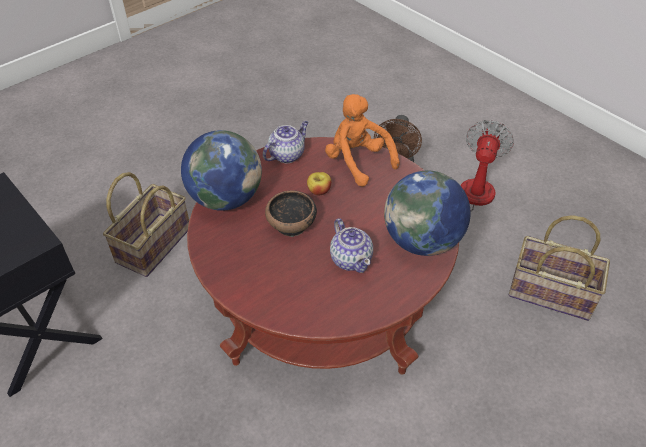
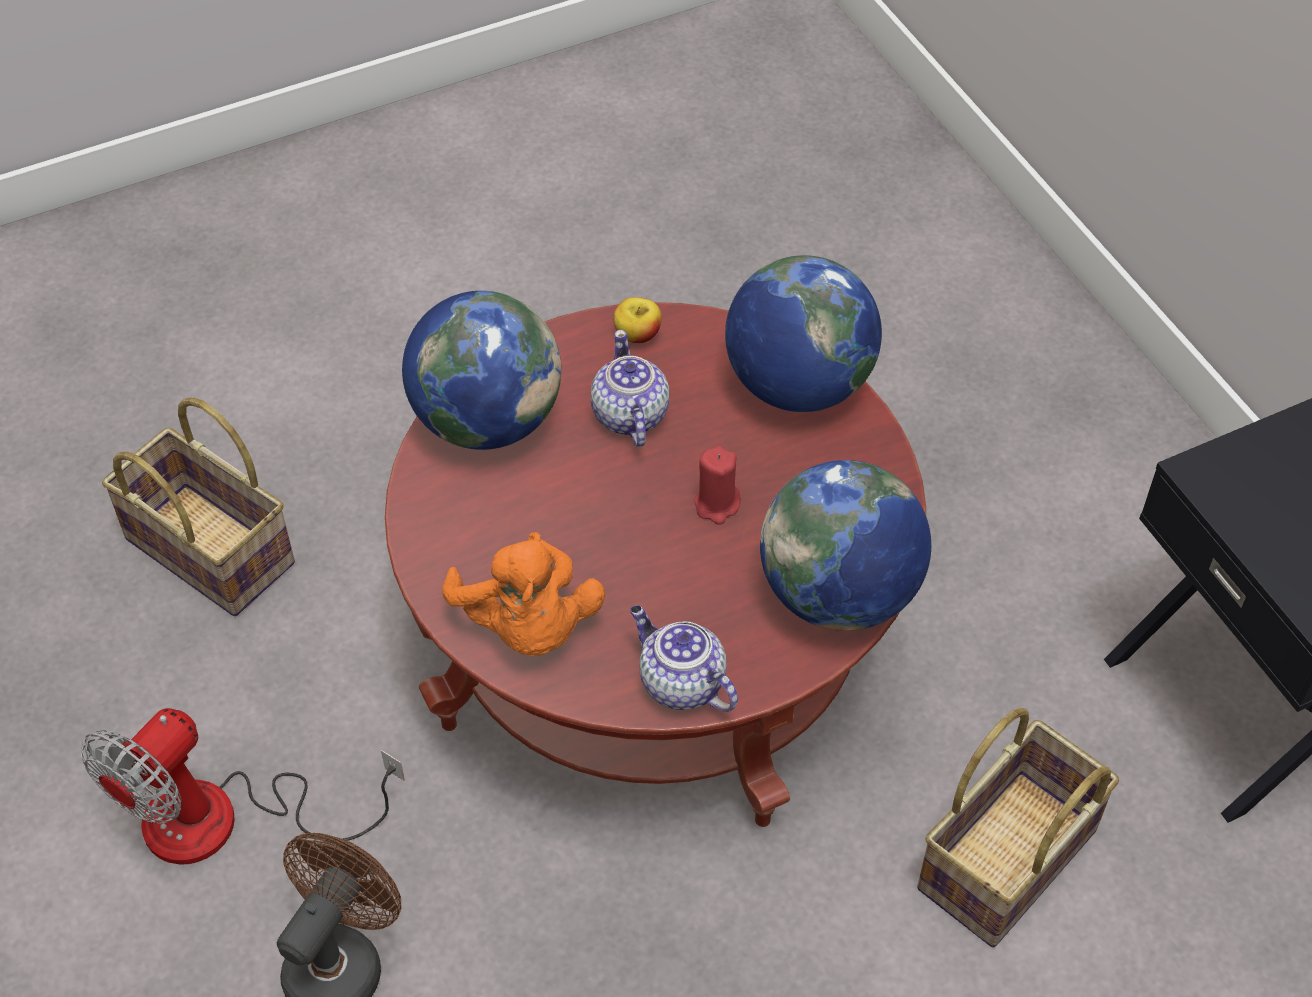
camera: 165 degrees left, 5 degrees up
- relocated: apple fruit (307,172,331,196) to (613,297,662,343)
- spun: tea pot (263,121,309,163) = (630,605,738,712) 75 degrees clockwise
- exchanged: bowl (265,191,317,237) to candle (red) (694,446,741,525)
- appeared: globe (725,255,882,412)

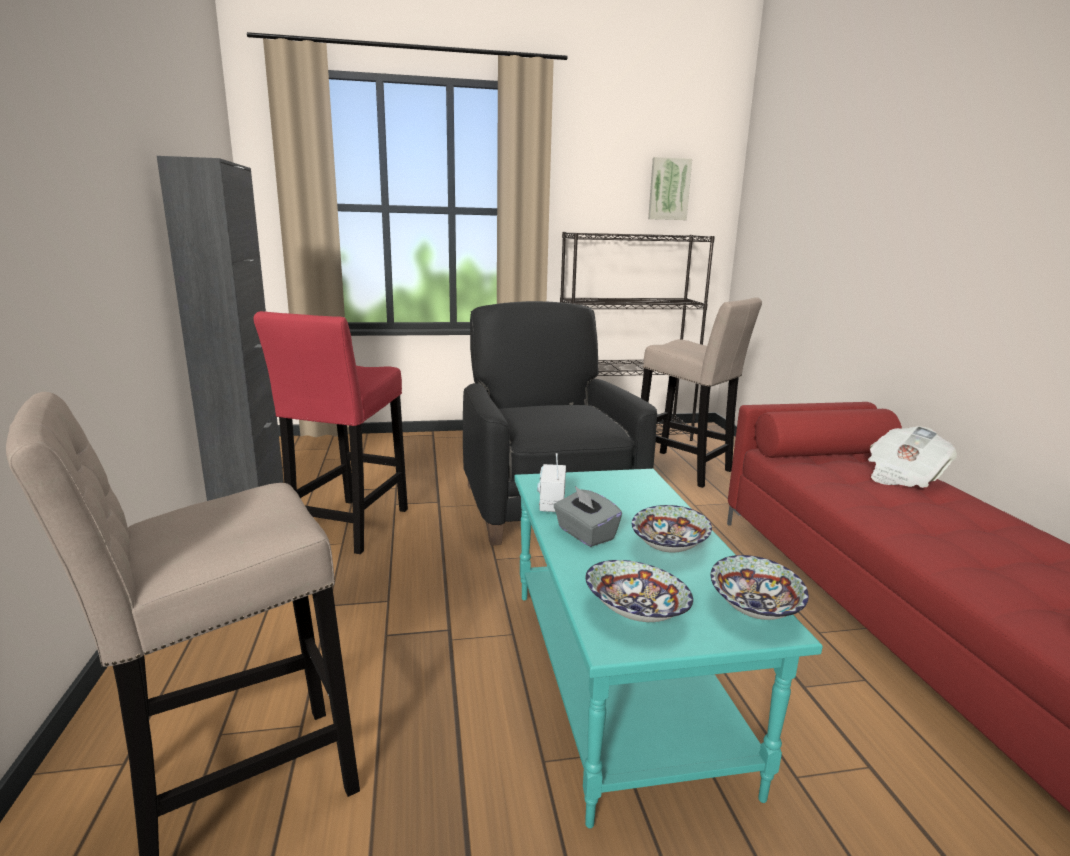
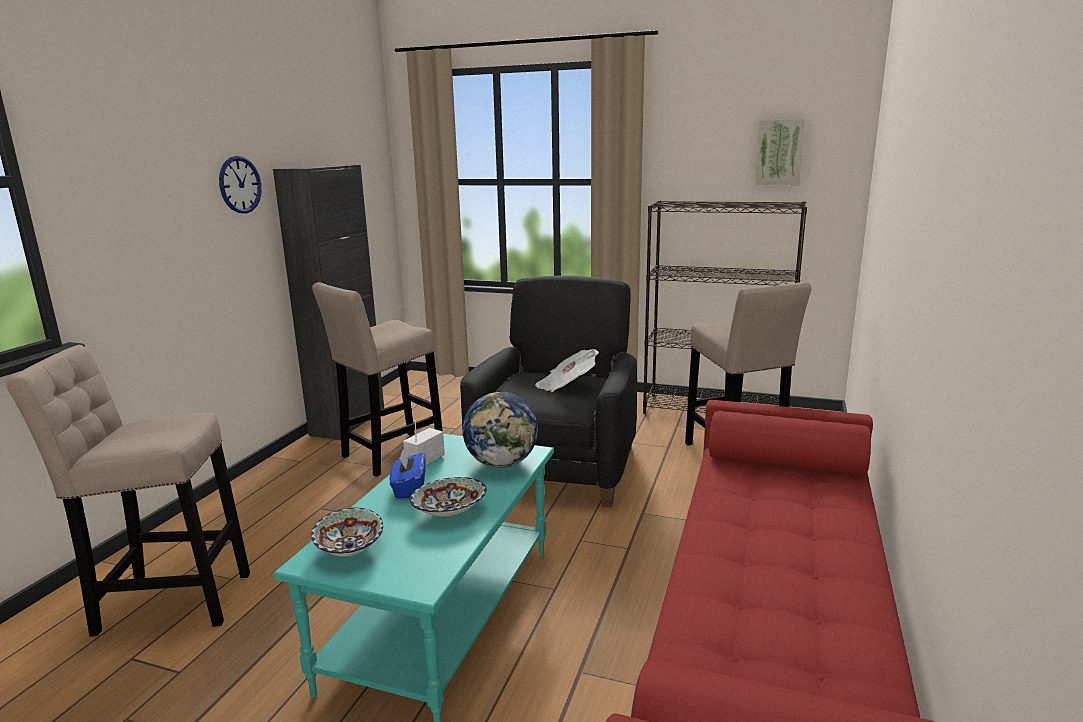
camera: 30 degrees right, 0 degrees up
- appeared: wall clock (219,156,262,214)
- colour: stool seat (red) (253,311,408,554) to stool seat (beige) (312,282,443,477)
- colour: tissue box (greyish) (554,486,622,547) to tissue box (blue) (390,449,426,499)
- appeared: globe (463,392,538,468)
- relocated: newspaper (868,426,957,488) to (535,349,599,392)
- missing: bowl (711,555,809,620)

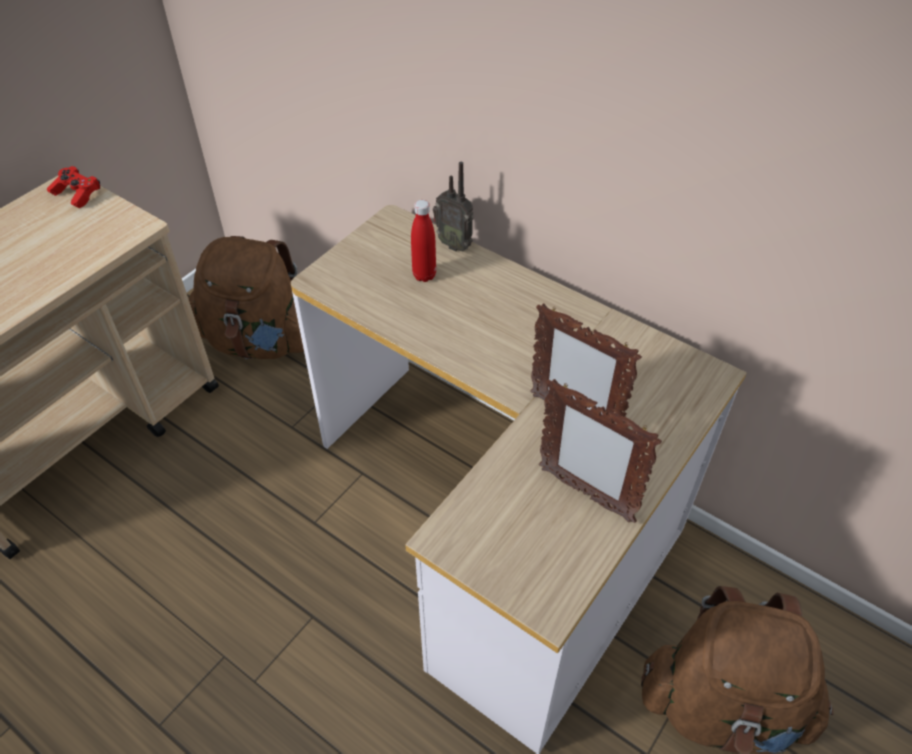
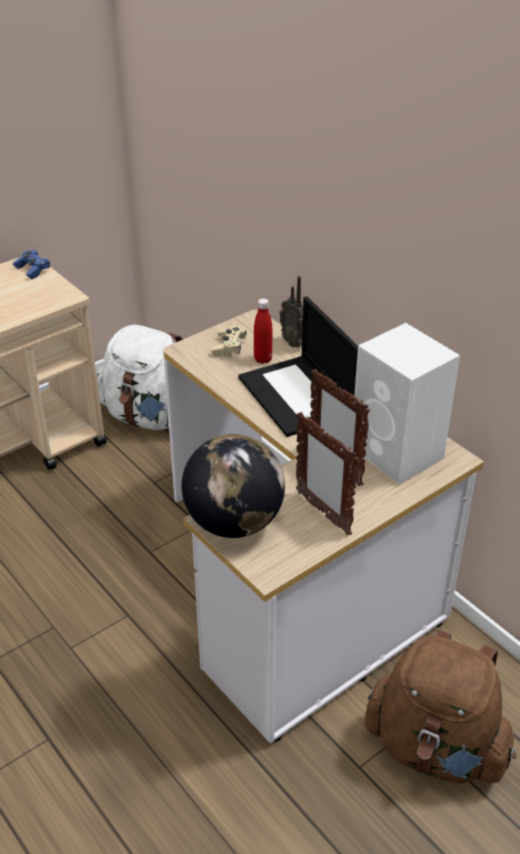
camera: 15 degrees right, 10 degrees down
- colour: game controller (red) (47,166,100,209) to game controller (blue) (13,250,50,279)
- colour: backpack (brown) (189,236,304,359) to backpack (white) (97,325,183,430)
- appeared: globe (182,434,285,538)
- appeared: game controller (beige) (211,326,247,357)
- appeared: portable computer (238,296,358,437)
- appeared: loudspeaker (white) (354,323,460,484)

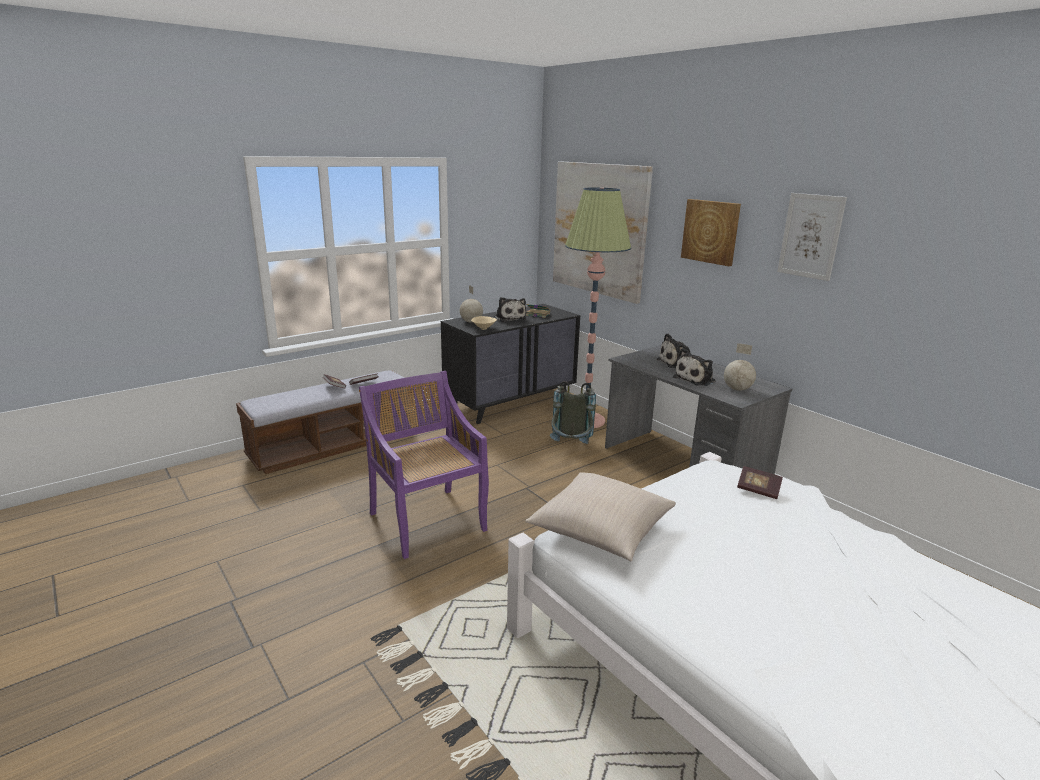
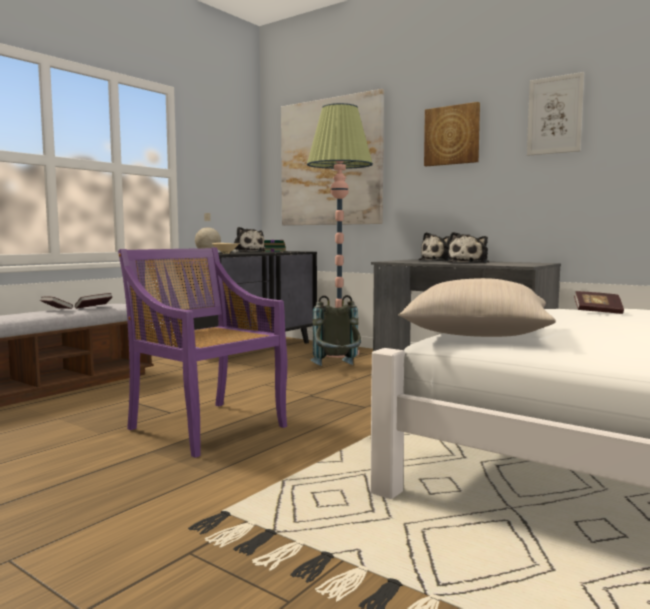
camera: 15 degrees left, 15 degrees down
- missing: globe (724,343,756,391)

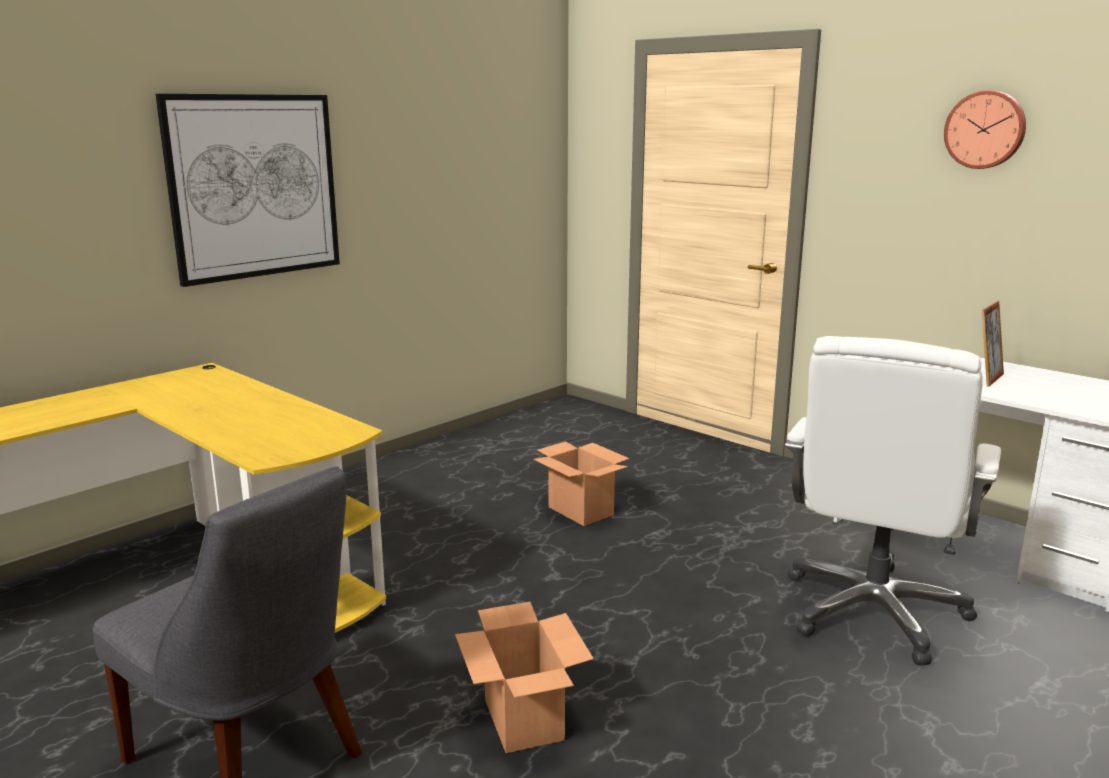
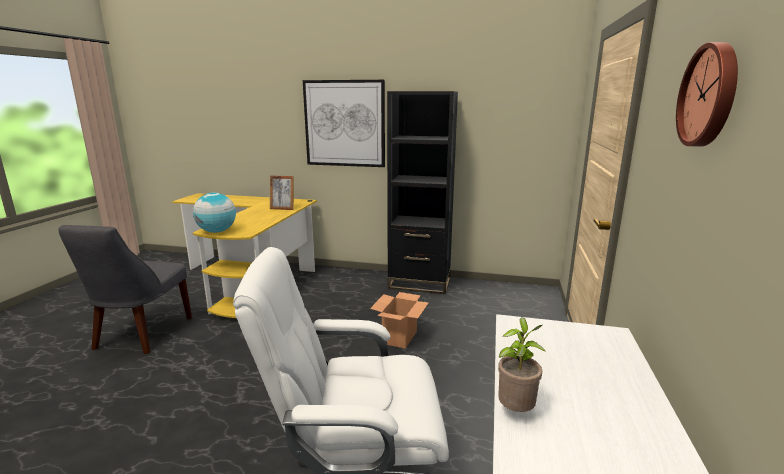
camera: 60 degrees right, 0 degrees up
- appeared: globe (193,193,236,233)
- relocated: standing frame (982,301,1004,387) to (270,175,294,210)
- appeared: bookshelf (blackish) (387,91,458,294)
- appeared: potted plant (498,317,545,412)
- missing: carton (455,602,594,753)

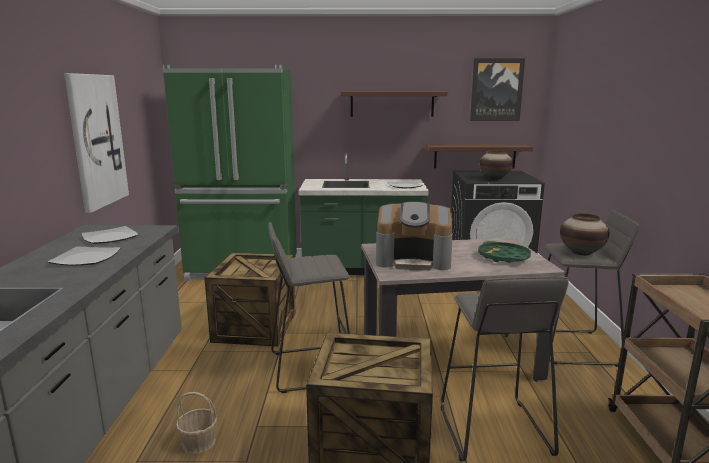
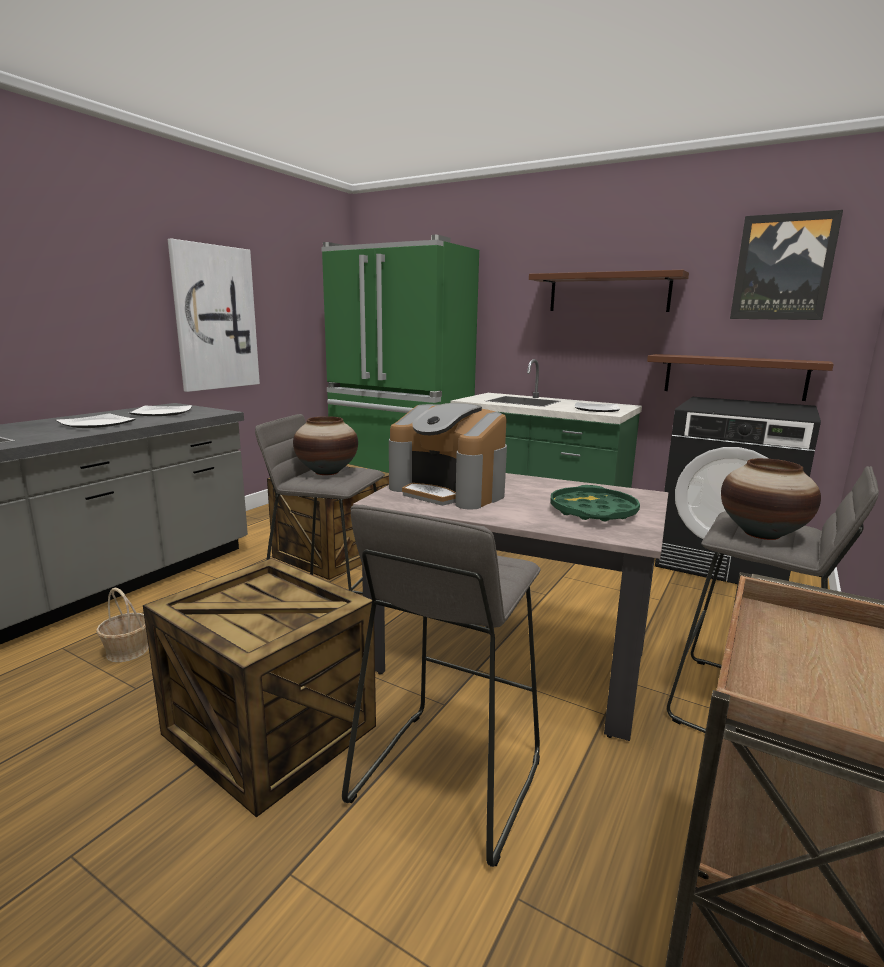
camera: 30 degrees right, 0 degrees up
- relocated: flower vase (480,150,513,180) to (293,416,358,475)

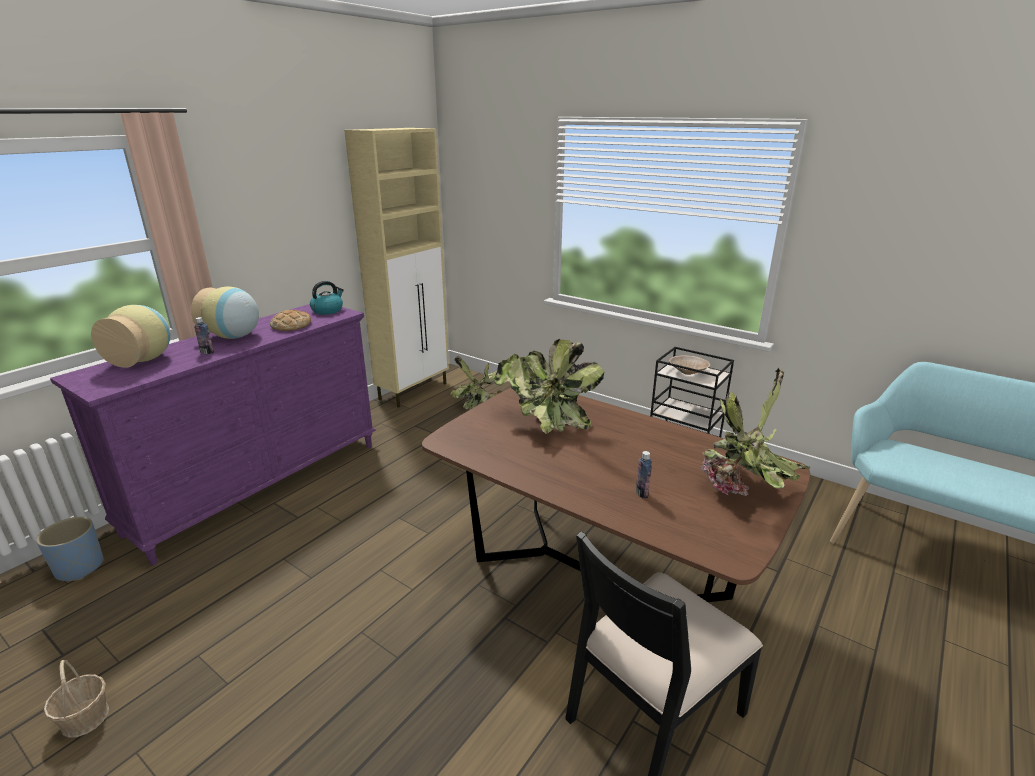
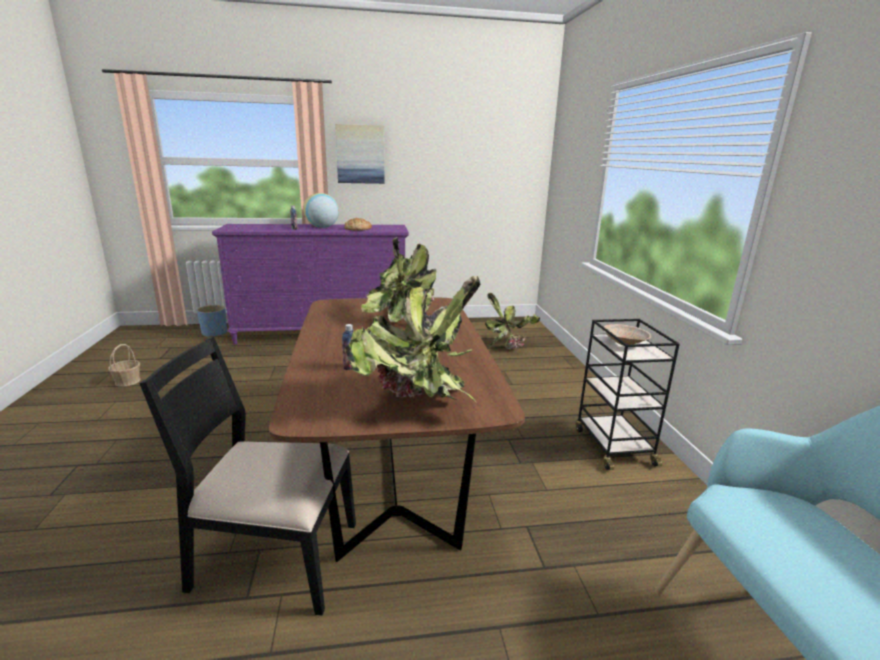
camera: 45 degrees right, 5 degrees down
- appeared: wall picture (335,124,385,184)
- missing: flower vase (91,305,171,368)
- missing: water kettle (310,281,344,315)
- missing: cupboard (beige) (344,128,449,408)

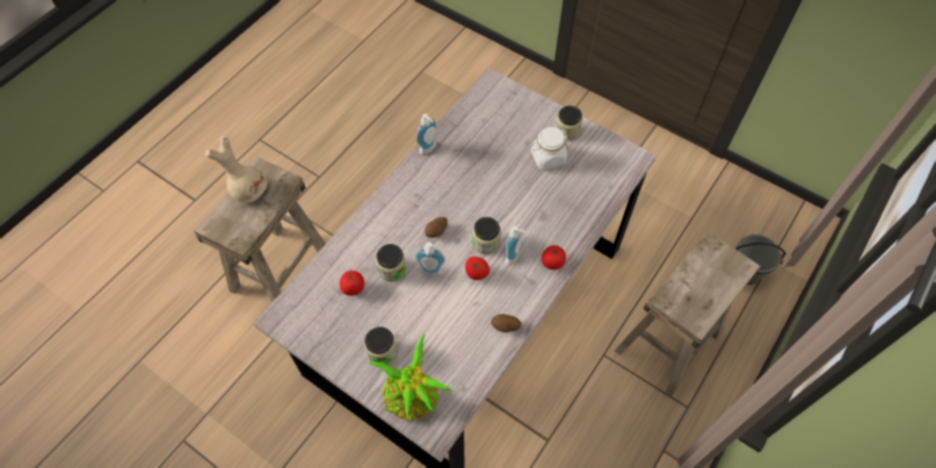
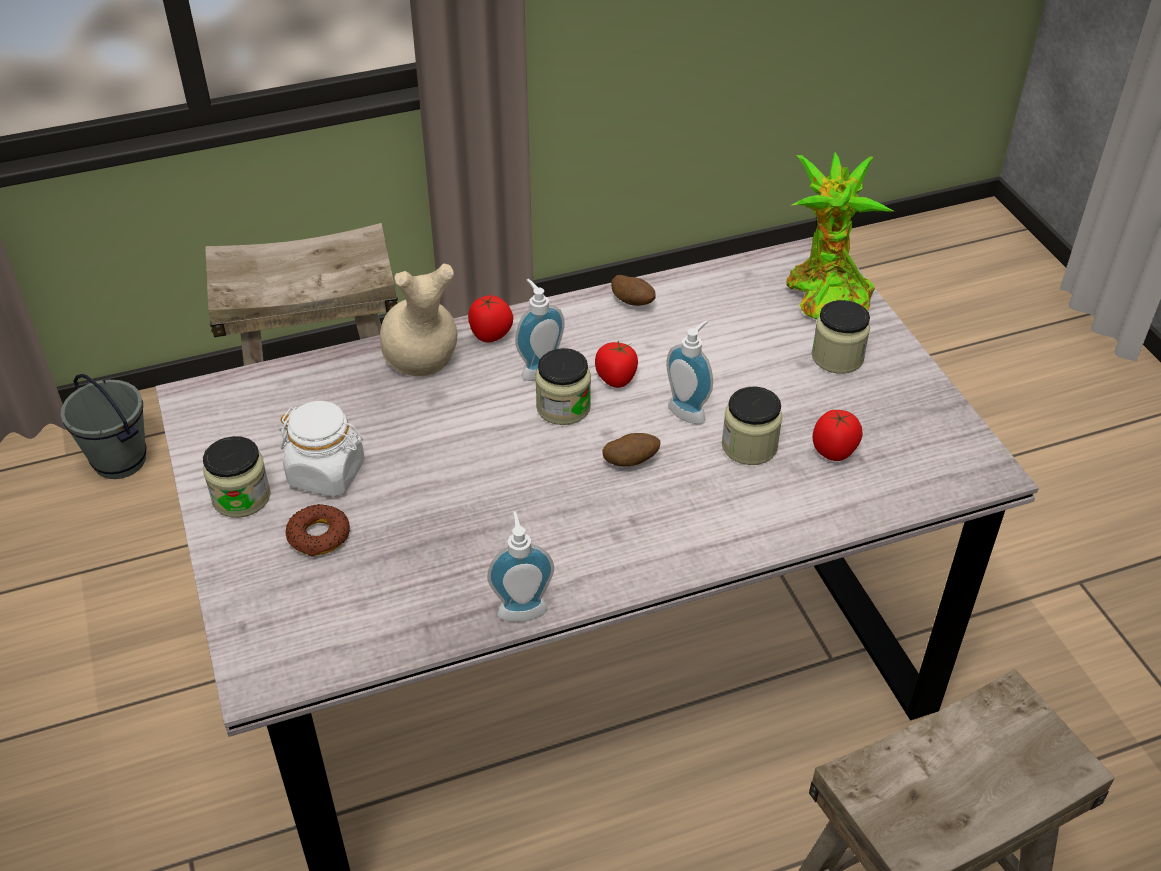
camera: 145 degrees left, 15 degrees down
- appeared: donut (286,504,350,557)
- relocated: flower vase (beige) (205,136,267,204) to (380,263,457,376)

